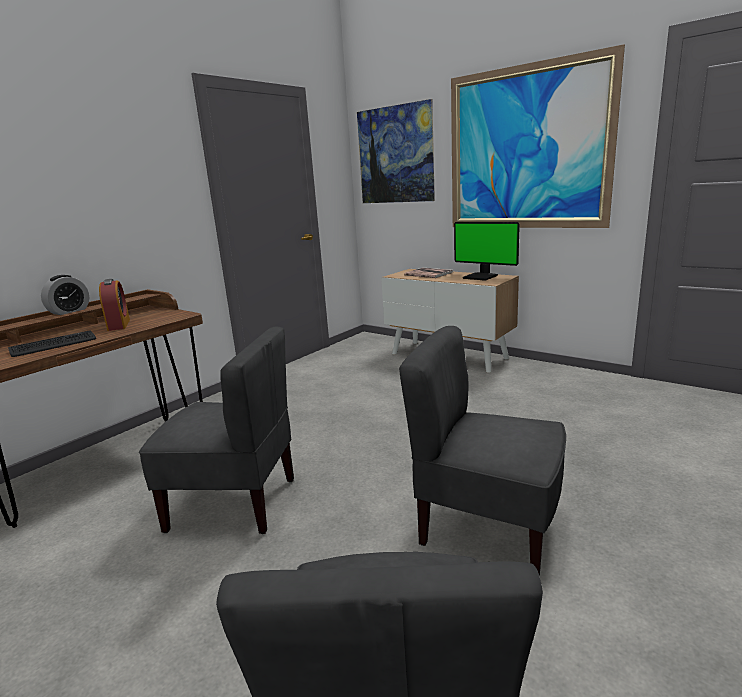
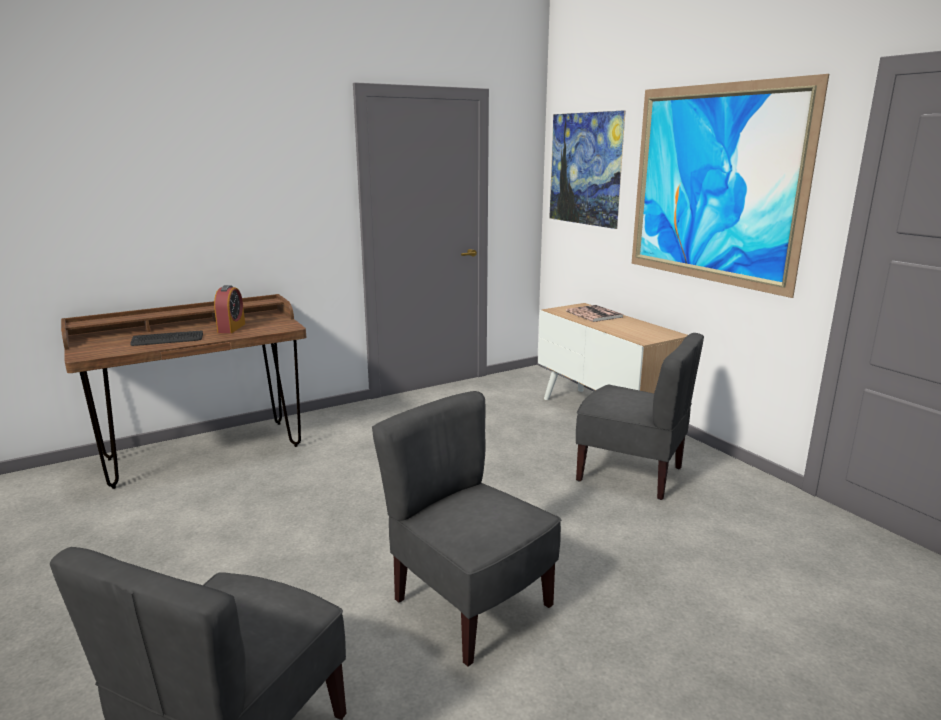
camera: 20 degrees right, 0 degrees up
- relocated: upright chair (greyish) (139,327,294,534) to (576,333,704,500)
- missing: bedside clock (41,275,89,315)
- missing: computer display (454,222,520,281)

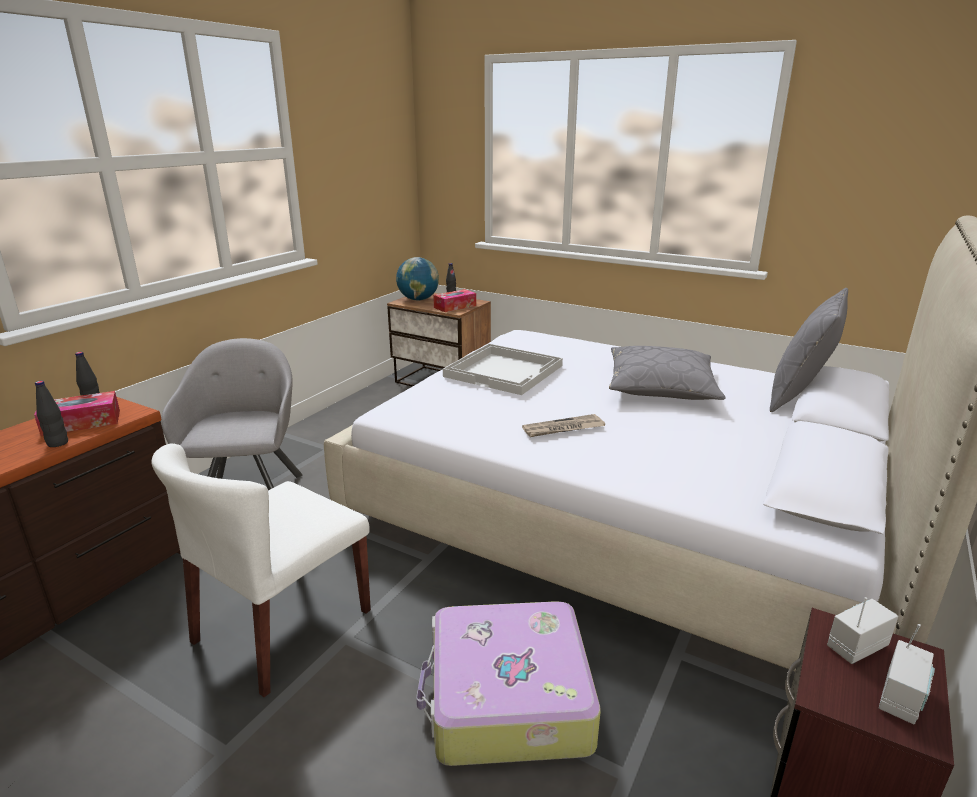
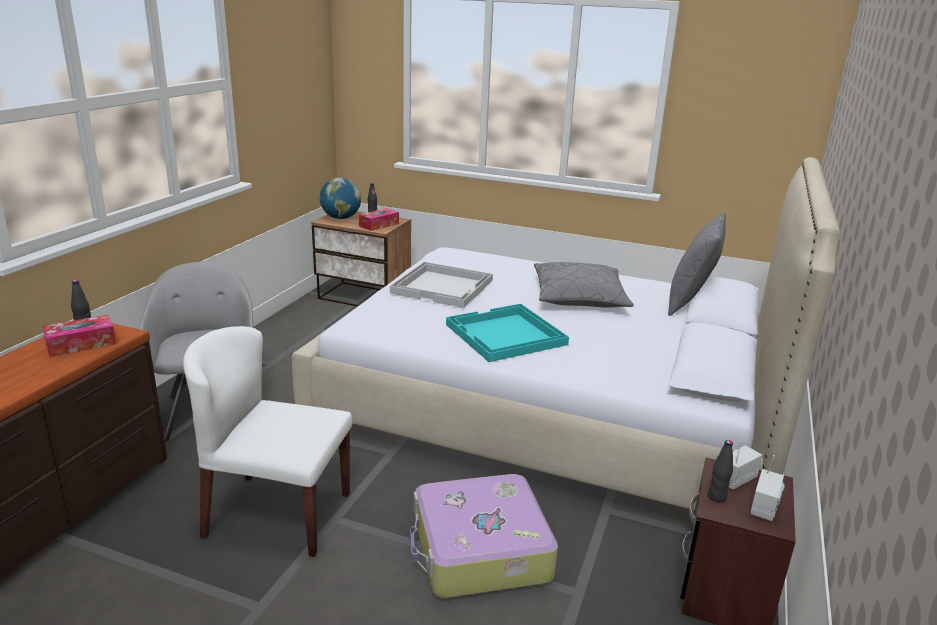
camera: 10 degrees left, 0 degrees up
- spun: upright chair (white) (152,443,371,697) = (183,326,352,557) 75 degrees clockwise
- exchanged: newspaper (522,414,605,437) to tray (turquoise-coloured) (446,304,569,362)
- relocated: bottle (blackish) (35,381,68,447) to (708,440,733,502)

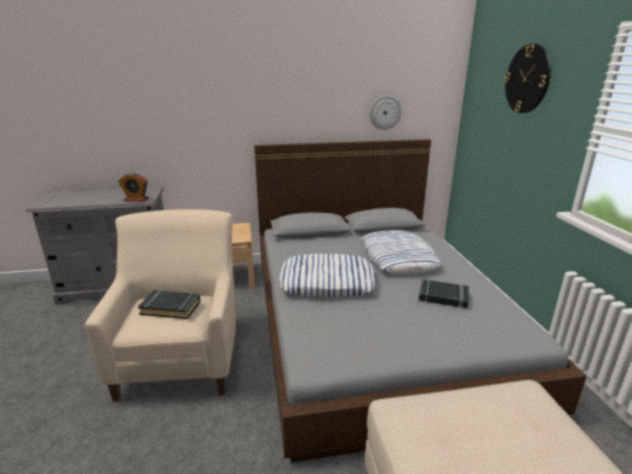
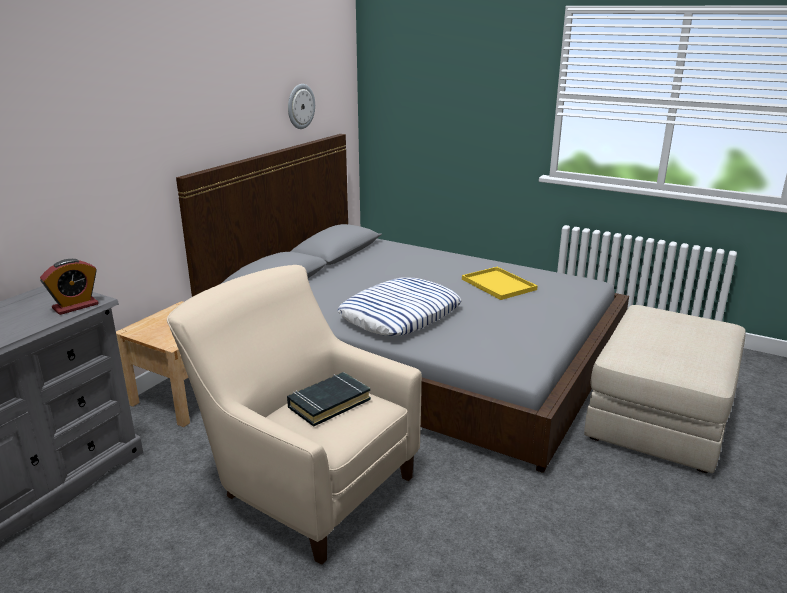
camera: 50 degrees left, 0 degrees up
- exchanged: volume (blackish) (419,279,469,308) to tray (yellow) (462,267,538,300)
- missing: throw pillow (361,230,441,274)
- missing: wall clock (504,44,551,113)

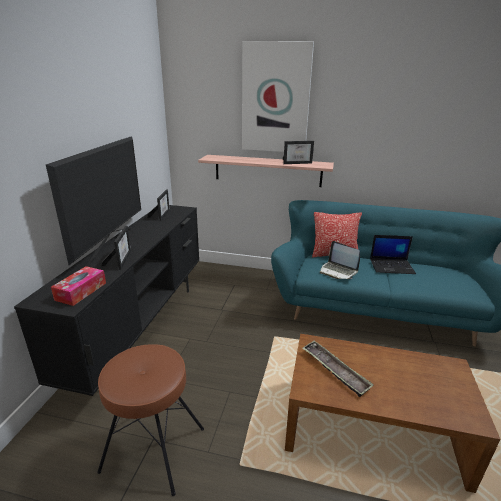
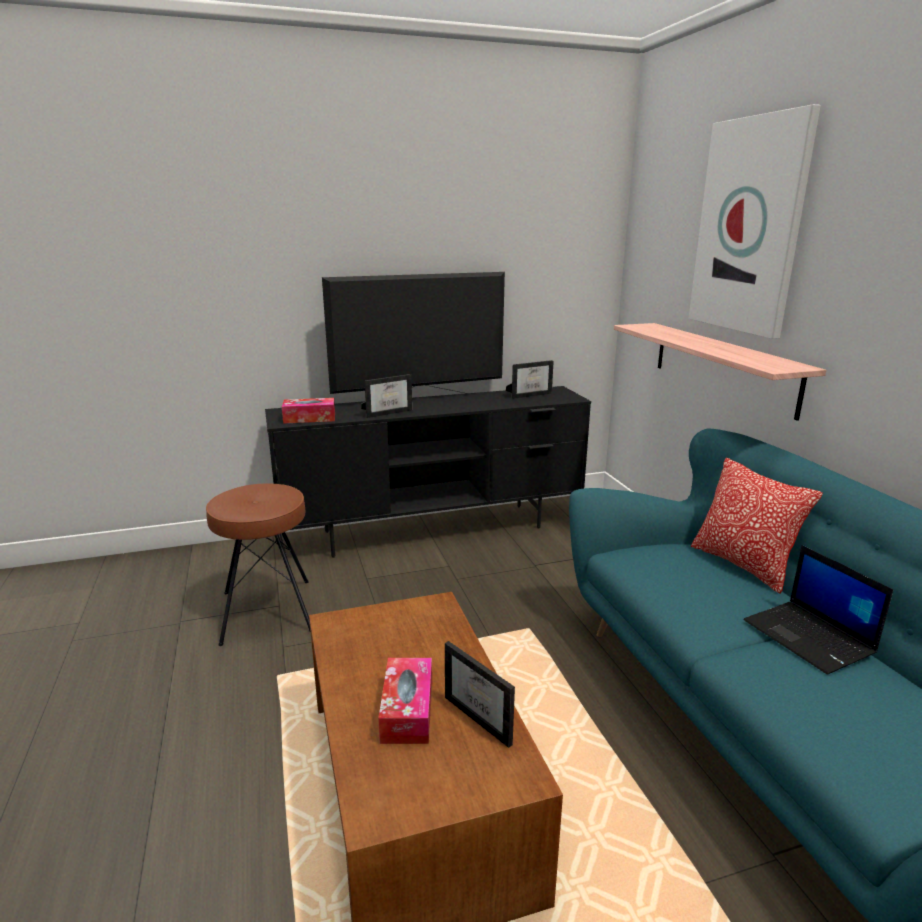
camera: 60 degrees right, 5 degrees down
- appeared: tissue box (378,658,432,744)
- relocated: standing frame (283,141,314,164) to (445,641,515,748)
- missing: tray (302,341,374,397)
- missing: portable computer (320,241,360,279)

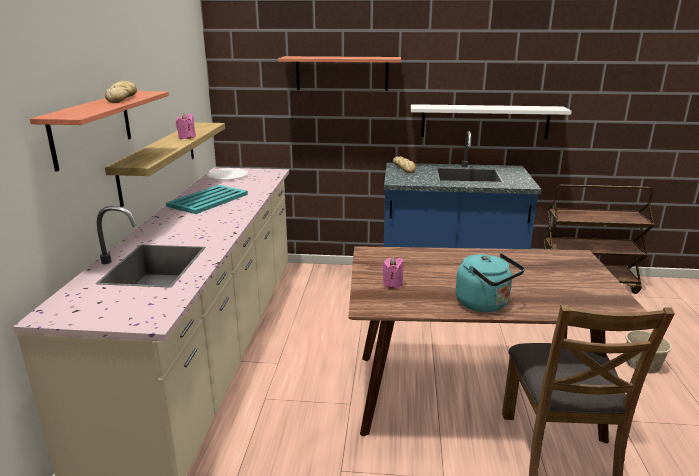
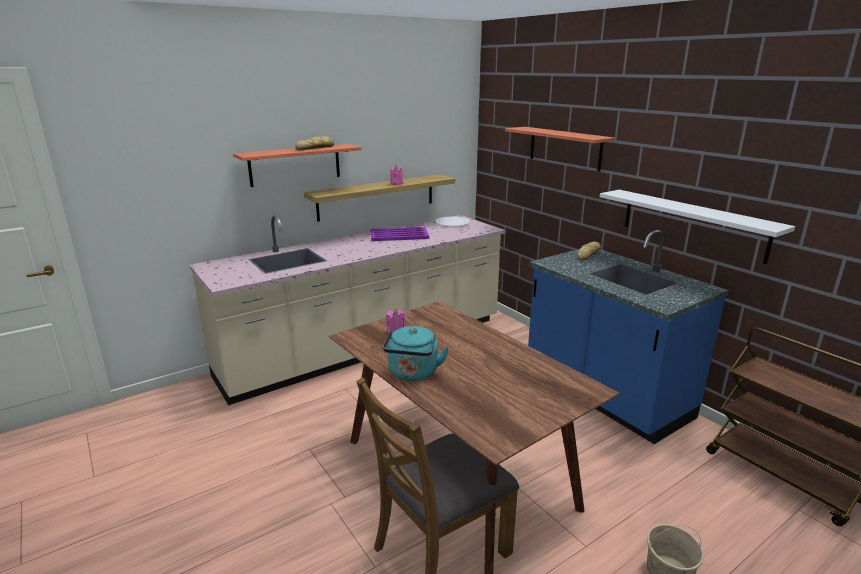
camera: 50 degrees right, 0 degrees up
- colour: tray (turquoise-coloured) (166,185,248,214) to tray (purplish) (370,227,429,241)

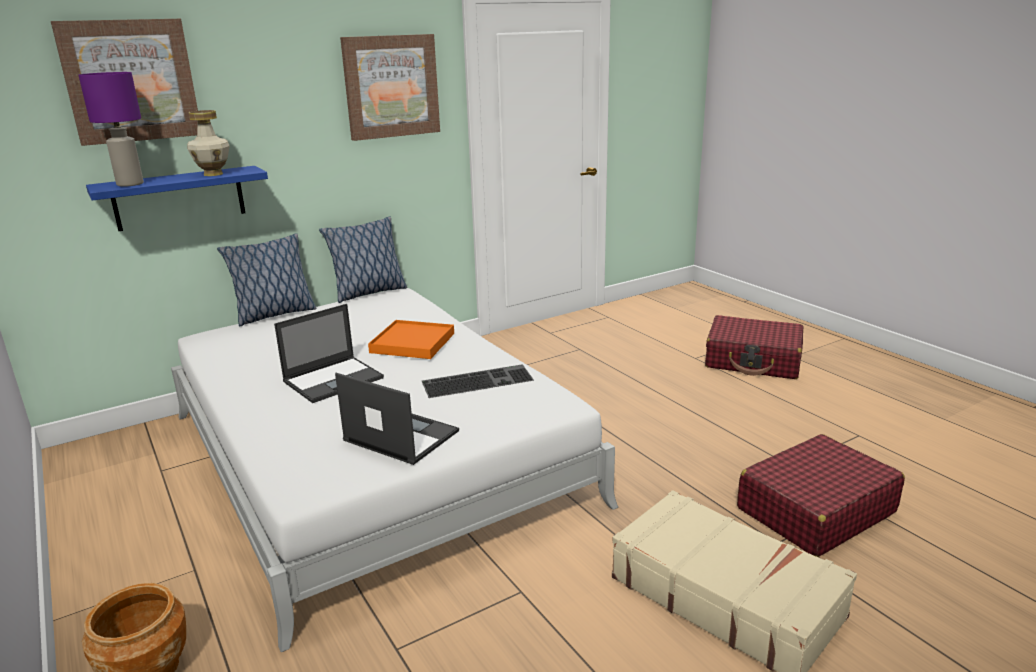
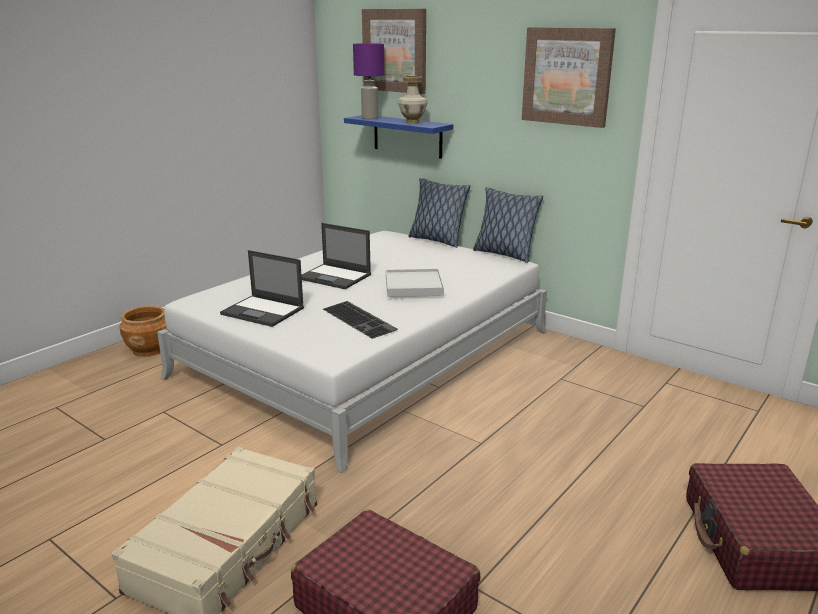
camera: 70 degrees right, 0 degrees up
- spun: portable computer (335,373,459,465) = (220,250,304,327) 105 degrees clockwise
- colour: tray (orange) (368,320,454,359) to tray (white) (386,269,444,297)

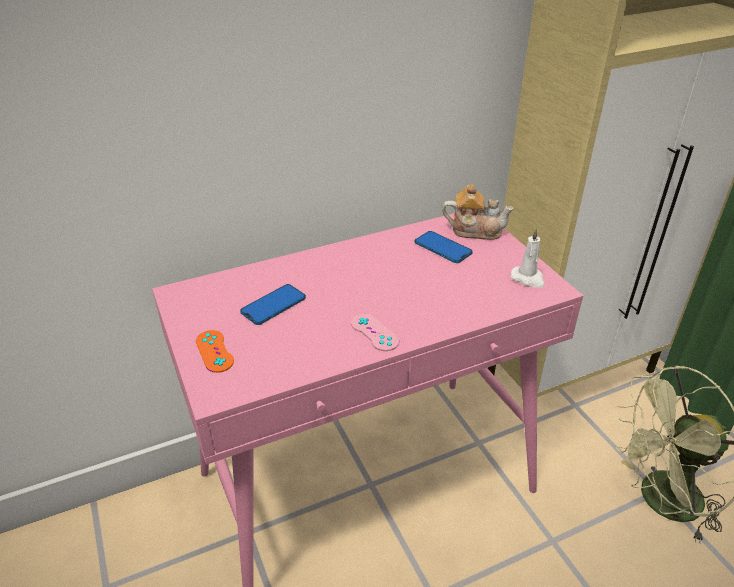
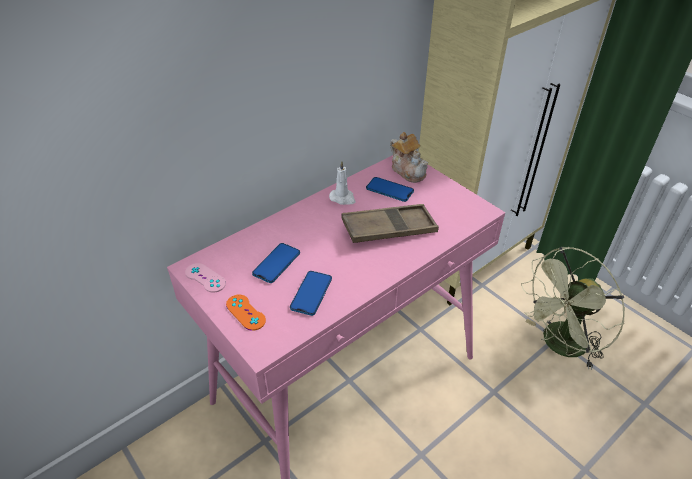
camera: 15 degrees left, 5 degrees up
- relocated: game controller (pink) (351,314,399,351) to (185,263,226,292)
- appeared: telephone (290,271,332,316)
- relocated: candle (white) (510,228,545,288) to (329,161,356,205)
- appeared: tray (brown) (342,204,439,243)
- spun: tea pot (442,184,514,240) = (390,132,428,183) 60 degrees clockwise

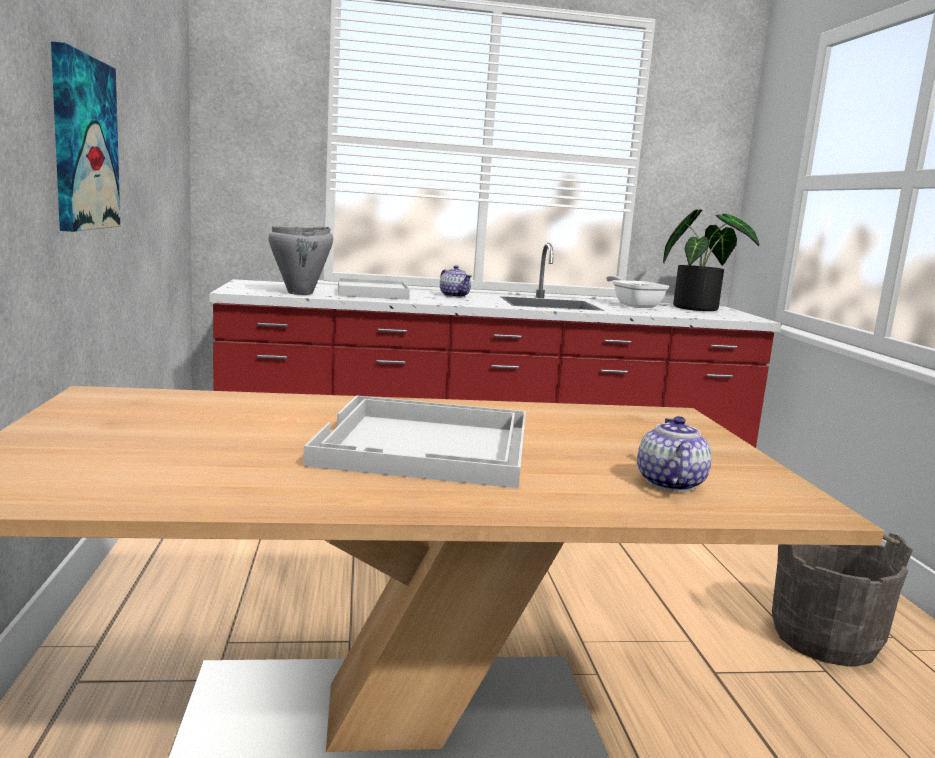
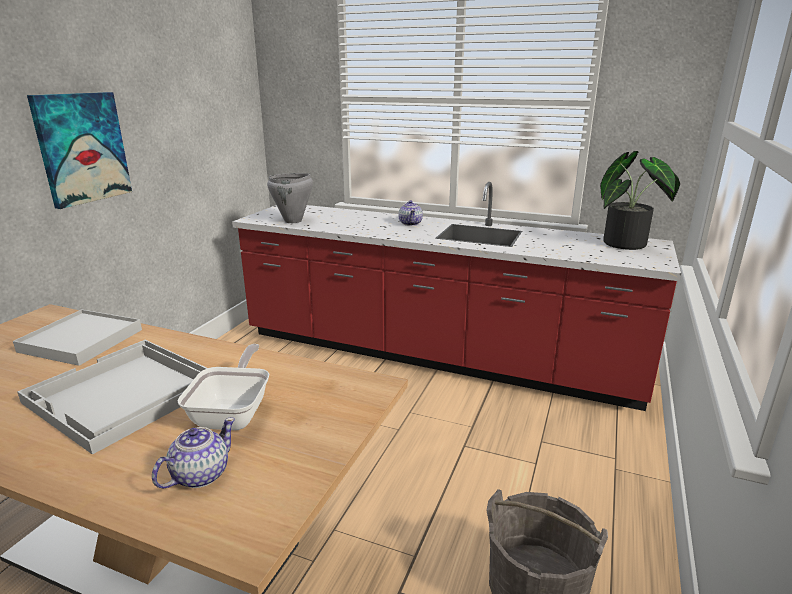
camera: 30 degrees right, 10 degrees up
- relocated: tray (white) (338,278,410,299) to (13,309,142,366)
- relocated: skillet (606,276,670,308) to (178,344,270,430)

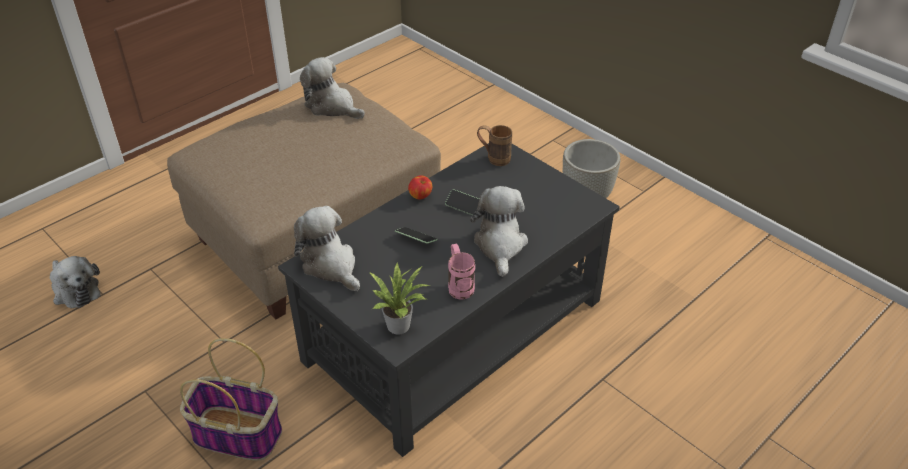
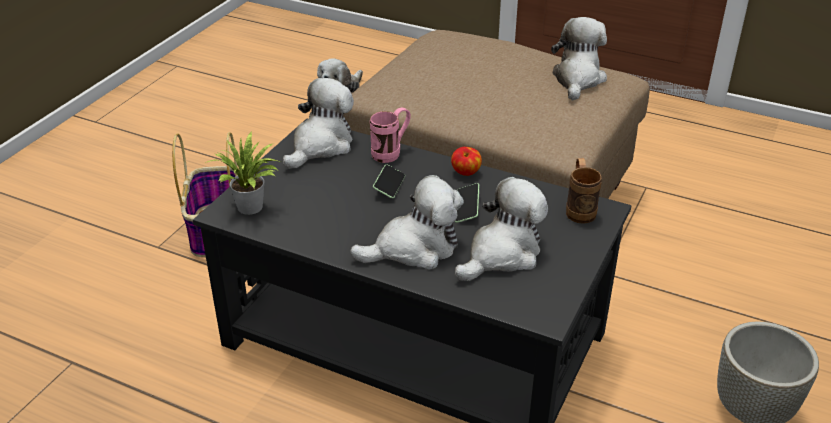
camera: 70 degrees right, 5 degrees down
- relocated: coffee mug (pink) (448,243,475,300) to (370,108,411,163)
- appeared: soft toy (455,177,548,281)

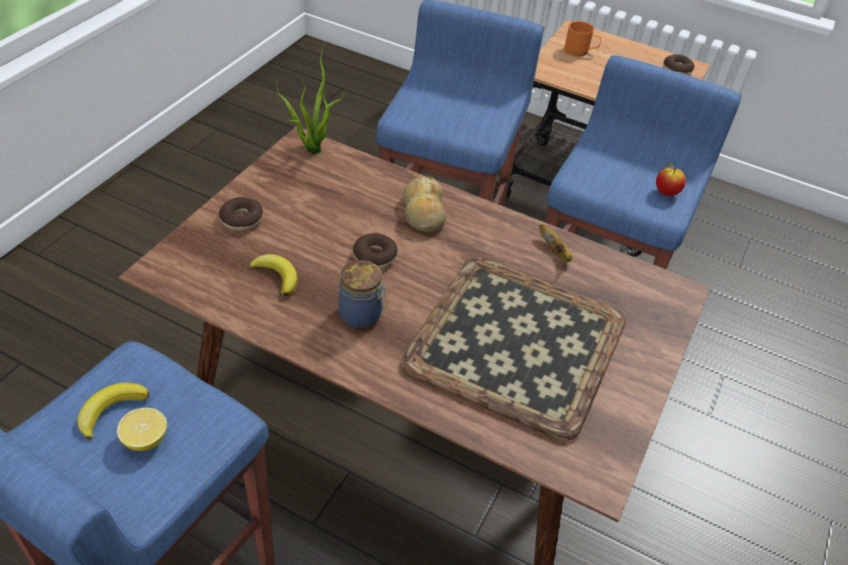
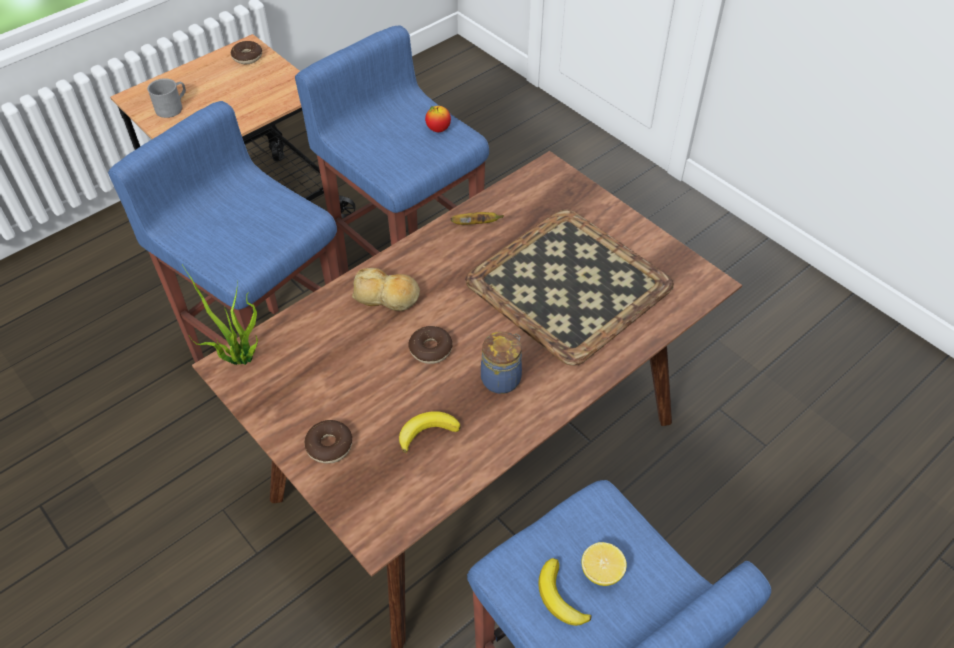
camera: 65 degrees left, 5 degrees up
- colour: coffee mug (orange) (564,21,601,56) to coffee mug (greyish) (147,78,186,118)

